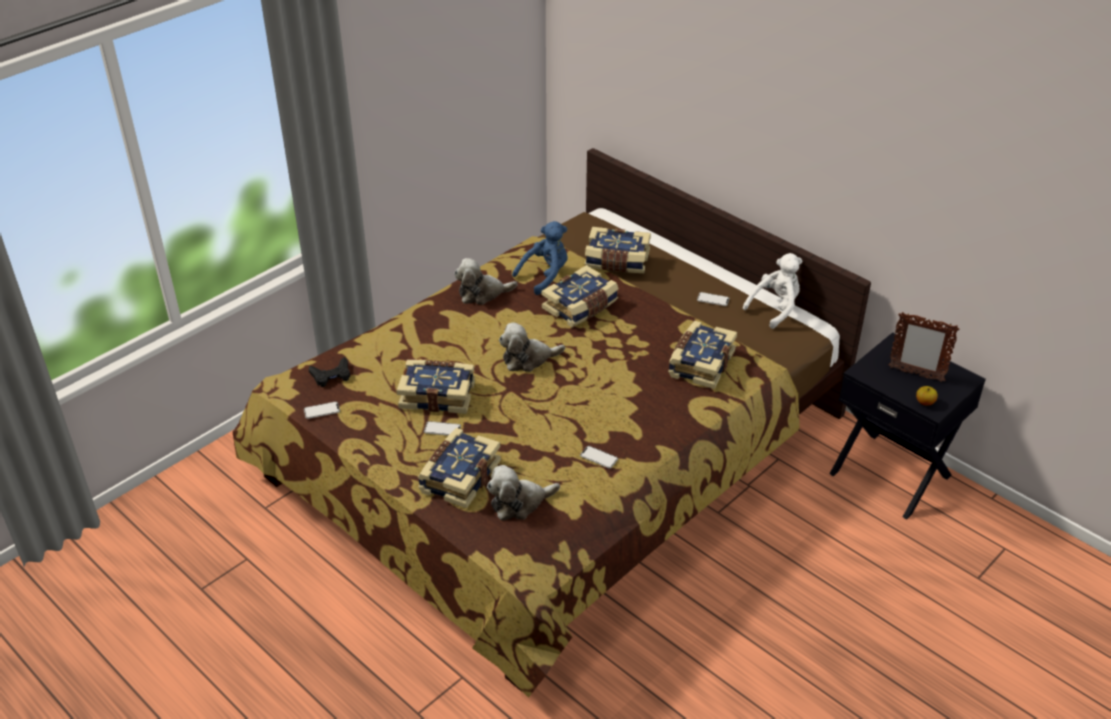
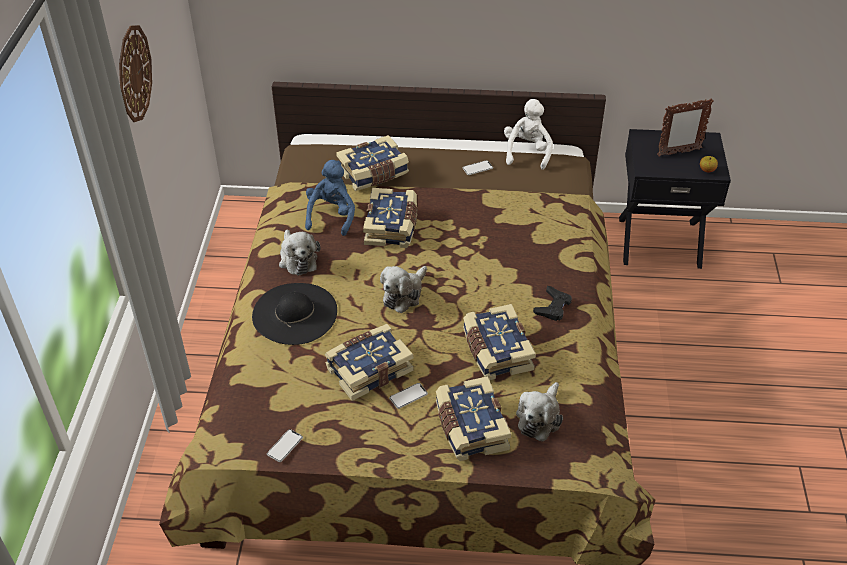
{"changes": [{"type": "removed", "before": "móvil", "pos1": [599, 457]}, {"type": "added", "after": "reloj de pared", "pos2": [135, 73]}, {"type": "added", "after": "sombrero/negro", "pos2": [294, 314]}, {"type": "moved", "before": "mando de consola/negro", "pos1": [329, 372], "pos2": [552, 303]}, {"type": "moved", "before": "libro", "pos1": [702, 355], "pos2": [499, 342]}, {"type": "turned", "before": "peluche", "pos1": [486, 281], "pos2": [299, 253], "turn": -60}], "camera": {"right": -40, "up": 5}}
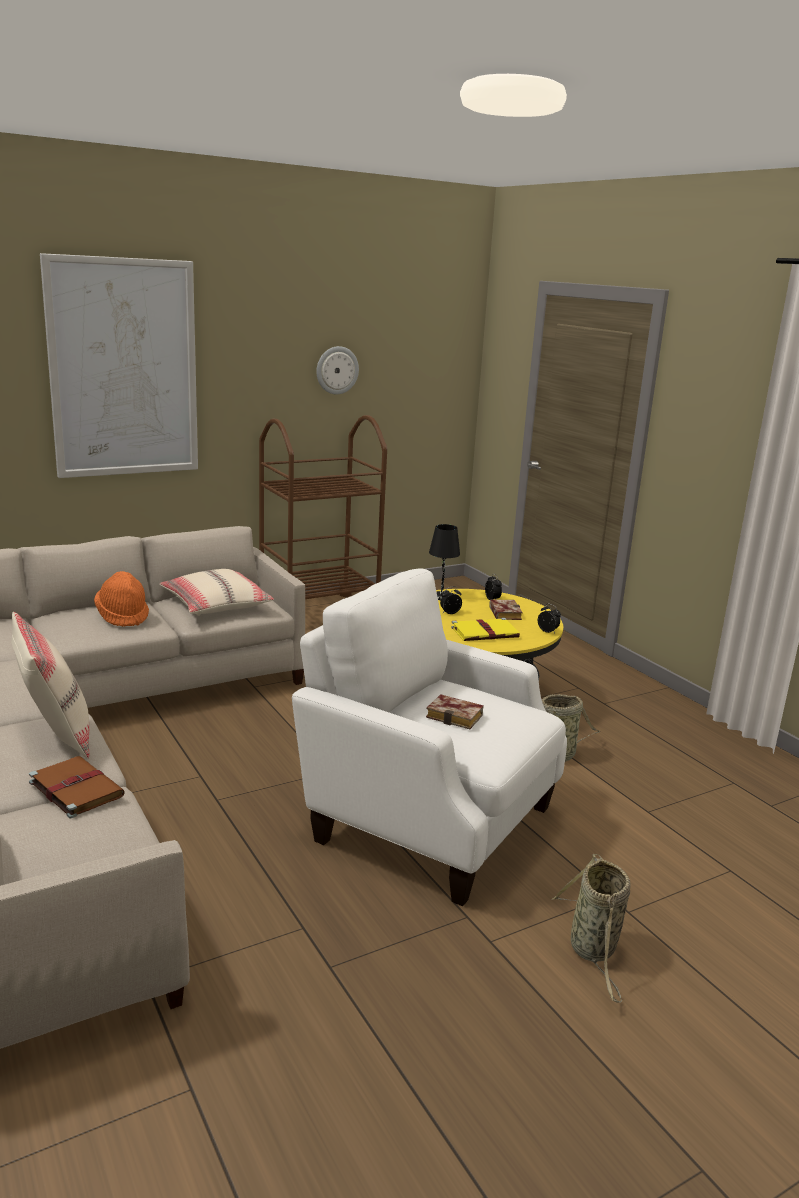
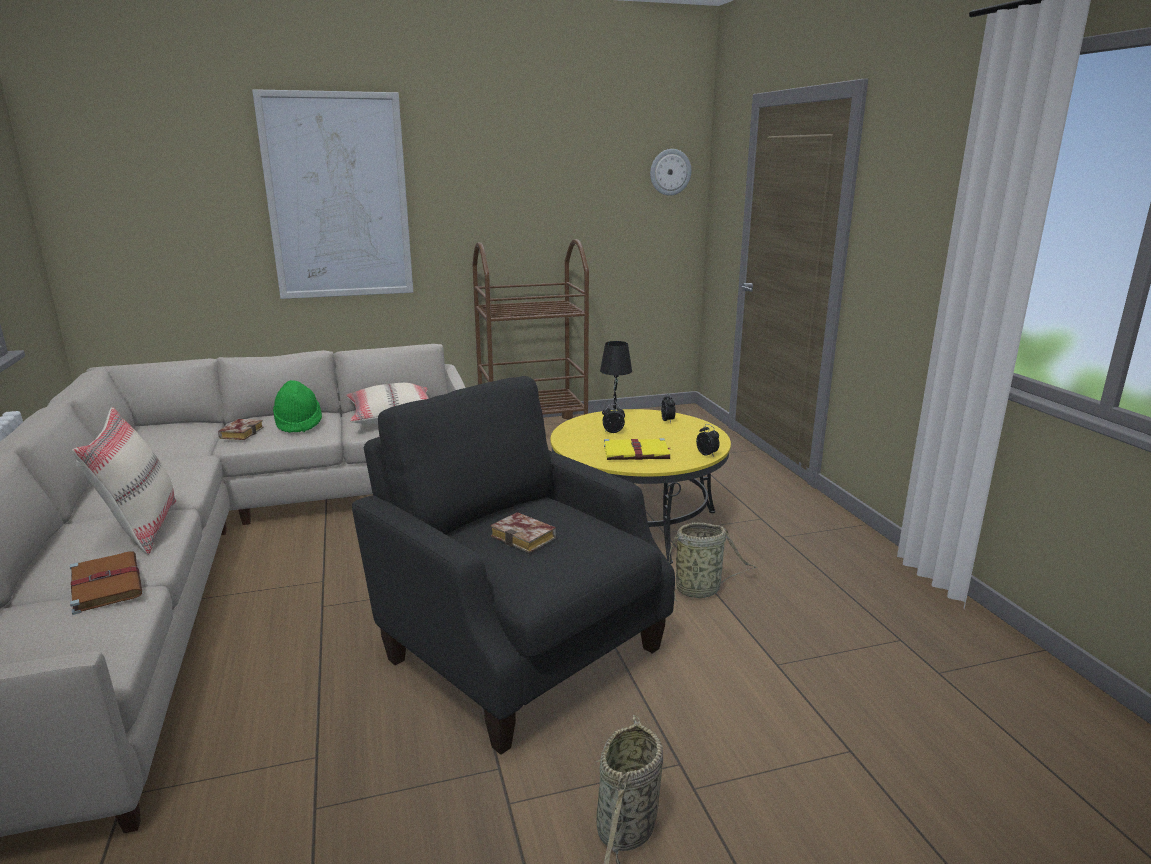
{"changes": [{"type": "moved", "before": "reloj de pared", "pos1": [337, 370], "pos2": [670, 172]}, {"type": "moved", "before": "libro", "pos1": [505, 610], "pos2": [241, 429]}, {"type": "recoloured", "before": "sombrero/naranja", "after": "sombrero/verde", "pos1": [121, 599], "pos2": [297, 406]}, {"type": "recoloured", "before": "sillón/blanco", "after": "sillón/negro", "pos1": [429, 737], "pos2": [513, 565]}], "camera": {"right": 15, "up": 0}}
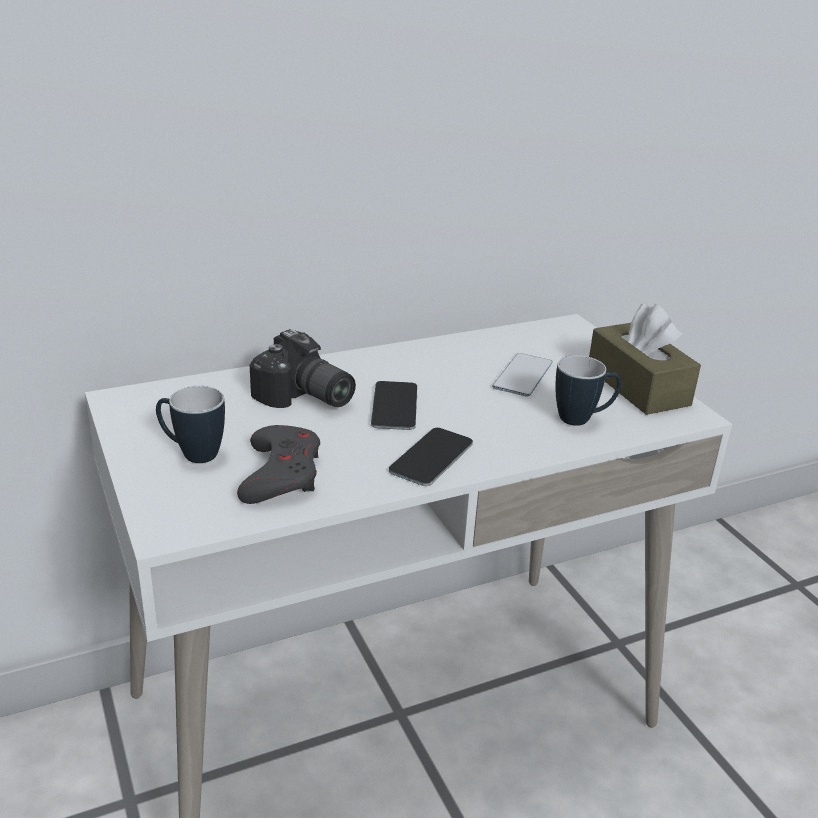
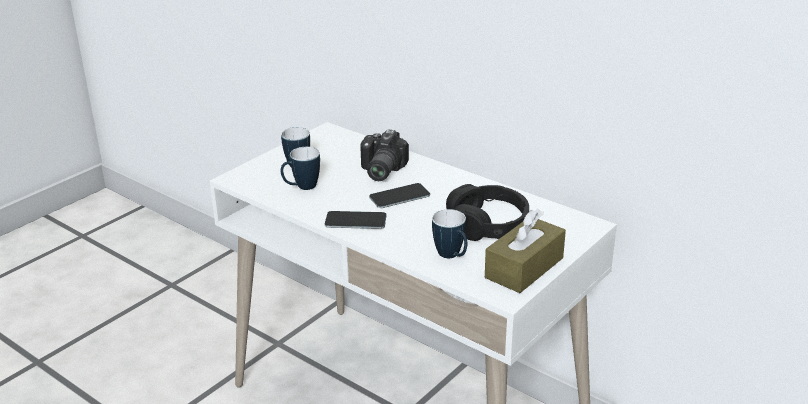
{"changes": [{"type": "replaced", "before": "mando de consola/gris", "after": "taza grande", "pos1": [278, 464], "pos2": [300, 168]}, {"type": "replaced", "before": "móvil", "after": "auriculares/negro", "pos1": [522, 374], "pos2": [487, 212]}], "camera": {"right": 65, "up": 0}}
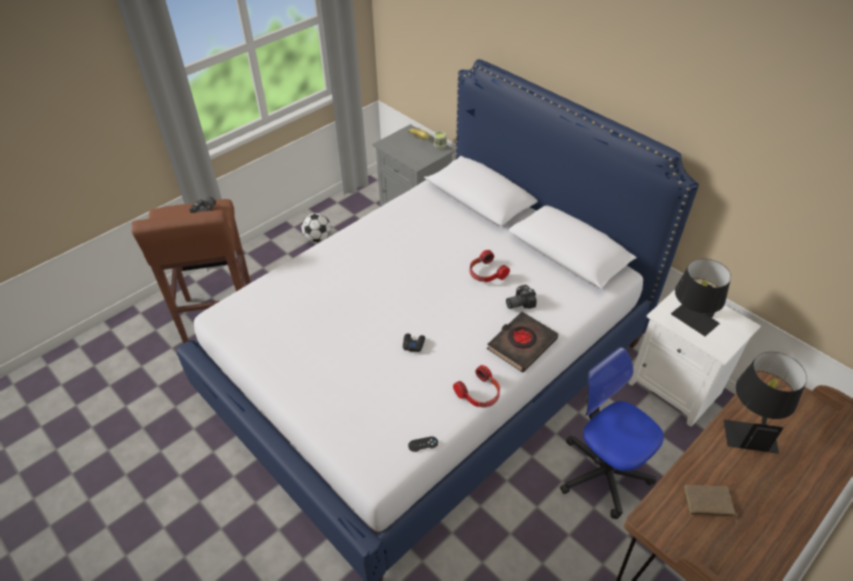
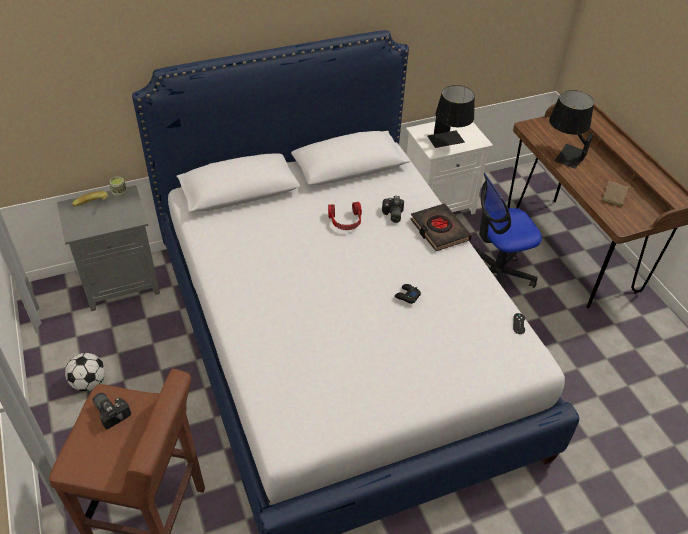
{"changes": [{"type": "removed", "before": "auriculares", "pos1": [476, 386]}], "camera": {"right": -70, "up": 0}}
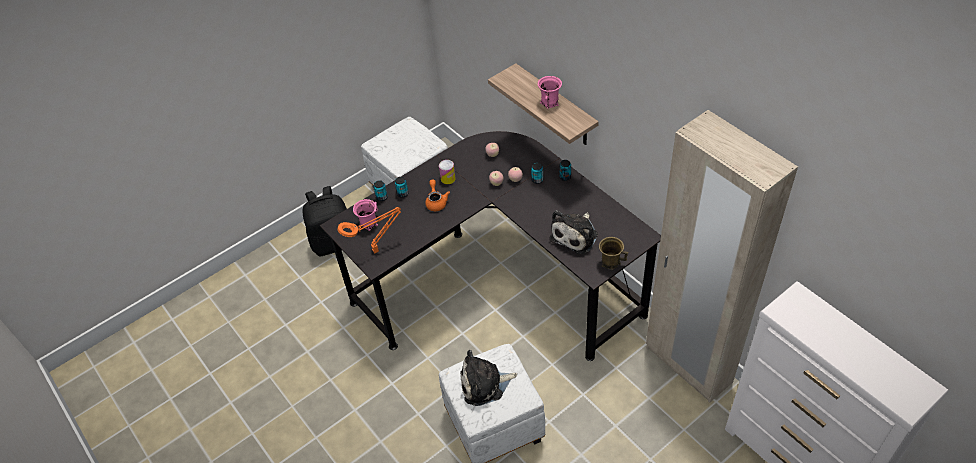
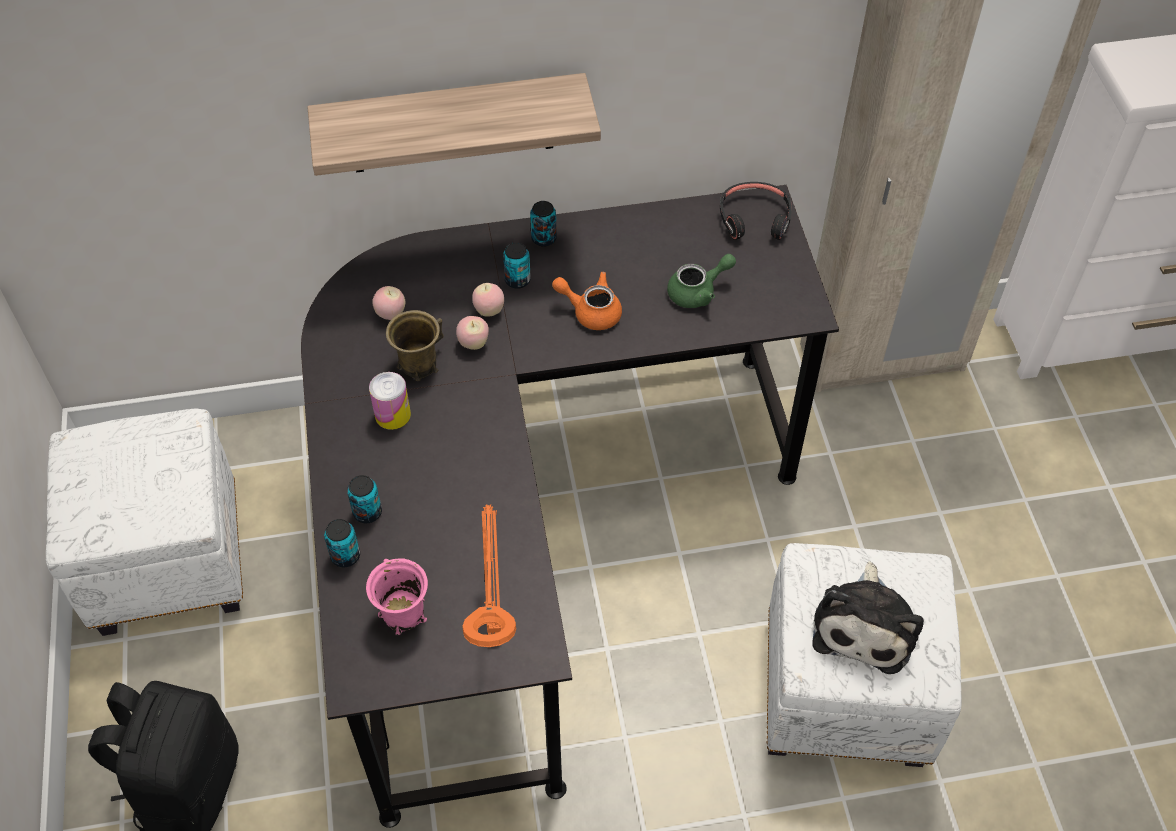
{"changes": [{"type": "removed", "before": "taza grande/rosa", "pos1": [550, 92]}, {"type": "added", "after": "auriculares/negro", "pos2": [756, 211]}, {"type": "moved", "before": "tetera/naranja", "pos1": [437, 195], "pos2": [587, 301]}, {"type": "moved", "before": "taza grande/marrón", "pos1": [613, 253], "pos2": [415, 345]}, {"type": "replaced", "before": "peluche", "after": "tetera/verde", "pos1": [573, 232], "pos2": [701, 281]}], "camera": {"right": -65, "up": 5}}
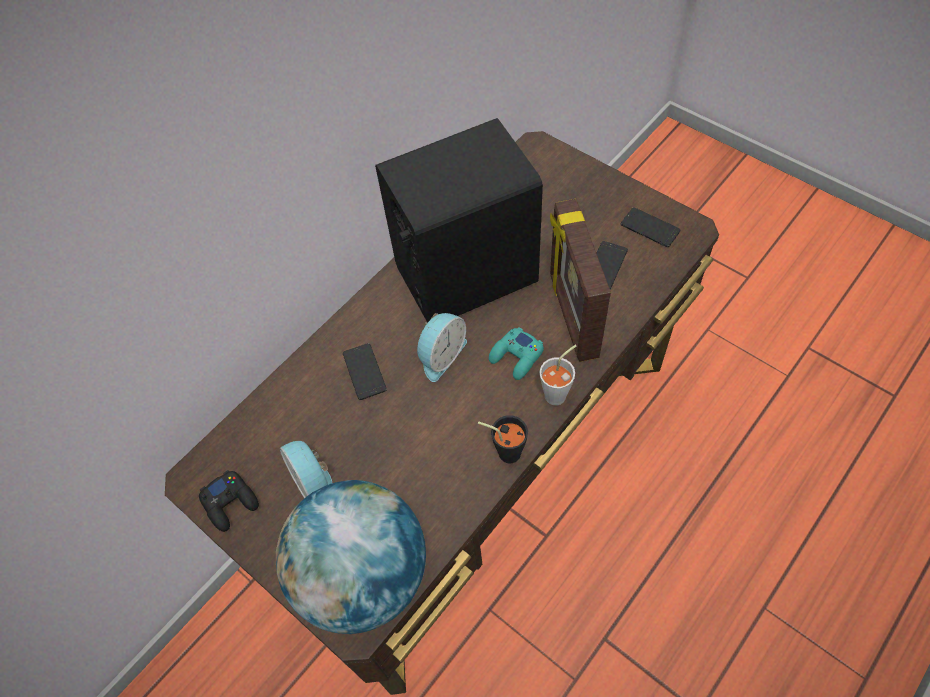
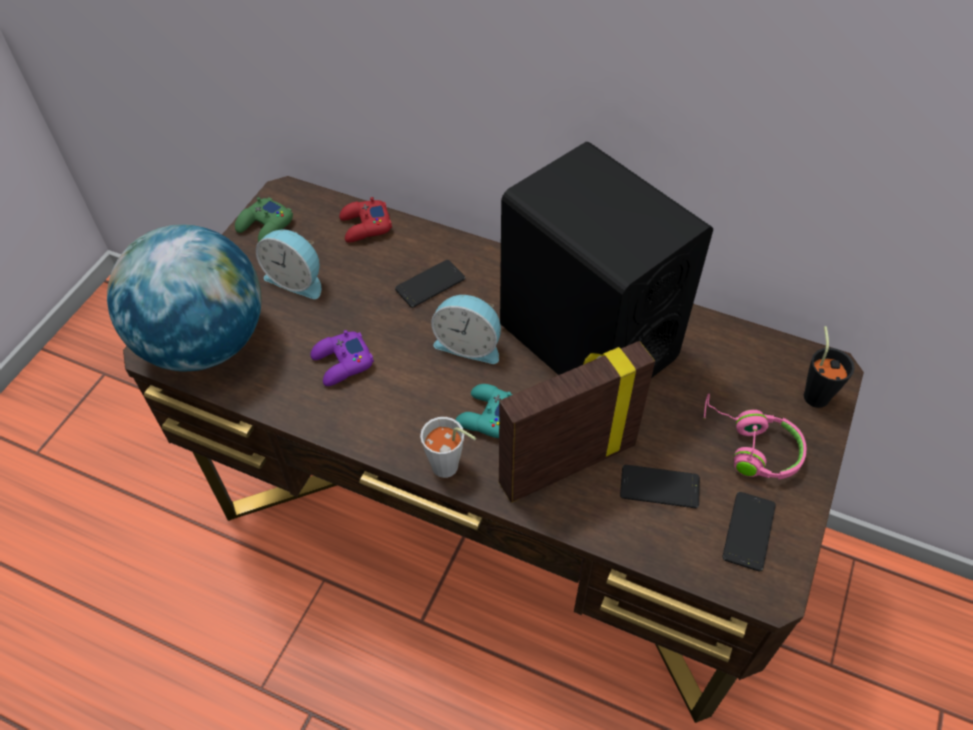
{"changes": [{"type": "added", "after": "mando de consola/morado", "pos2": [342, 358]}, {"type": "added", "after": "mando de consola/rojo", "pos2": [365, 220]}, {"type": "added", "after": "auriculares/rosa", "pos2": [755, 436]}, {"type": "moved", "before": "taza/negro", "pos1": [503, 439], "pos2": [829, 367]}, {"type": "recoloured", "before": "mando de consola/negro", "after": "mando de consola/verde", "pos1": [229, 501], "pos2": [264, 219]}, {"type": "turned", "before": "despertador", "pos1": [306, 469], "pos2": [288, 264], "turn": -105}], "camera": {"right": 70, "up": -5}}
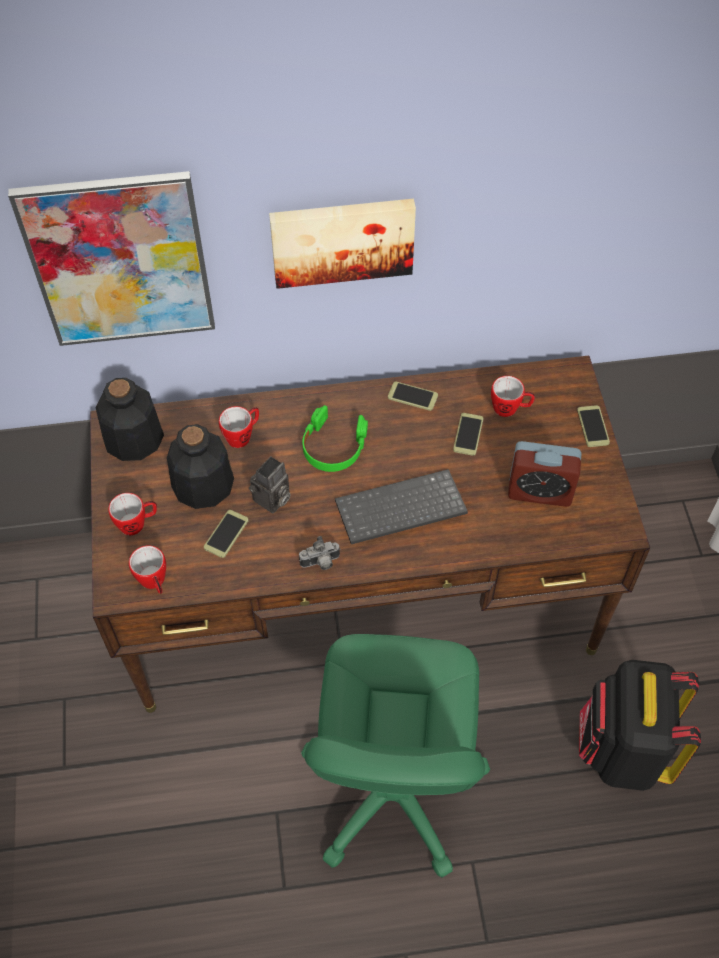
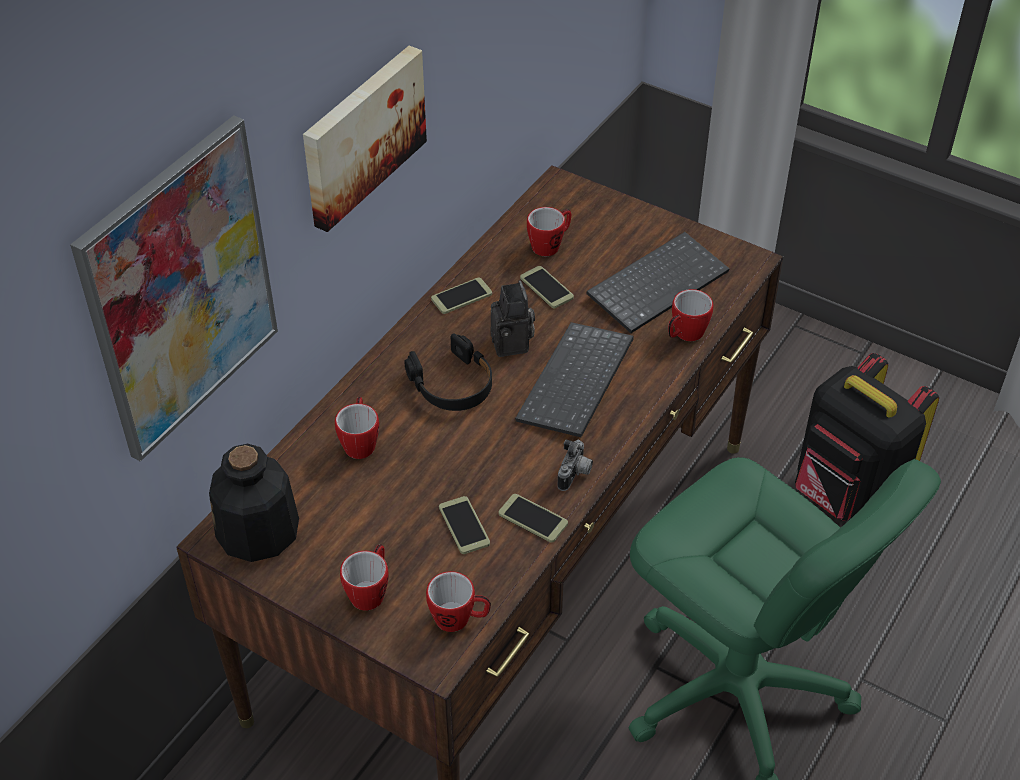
{"changes": [{"type": "removed", "before": "botella", "pos1": [200, 466]}, {"type": "added", "after": "taza grande", "pos2": [690, 315]}, {"type": "moved", "before": "cámara", "pos1": [269, 484], "pos2": [513, 319]}, {"type": "moved", "before": "móvil", "pos1": [593, 426], "pos2": [533, 518]}, {"type": "replaced", "before": "despertador", "after": "teclado", "pos1": [545, 474], "pos2": [658, 282]}, {"type": "recoloured", "before": "auriculares/verde", "after": "auriculares/negro", "pos1": [335, 438], "pos2": [448, 372]}], "camera": {"right": -50, "up": -10}}
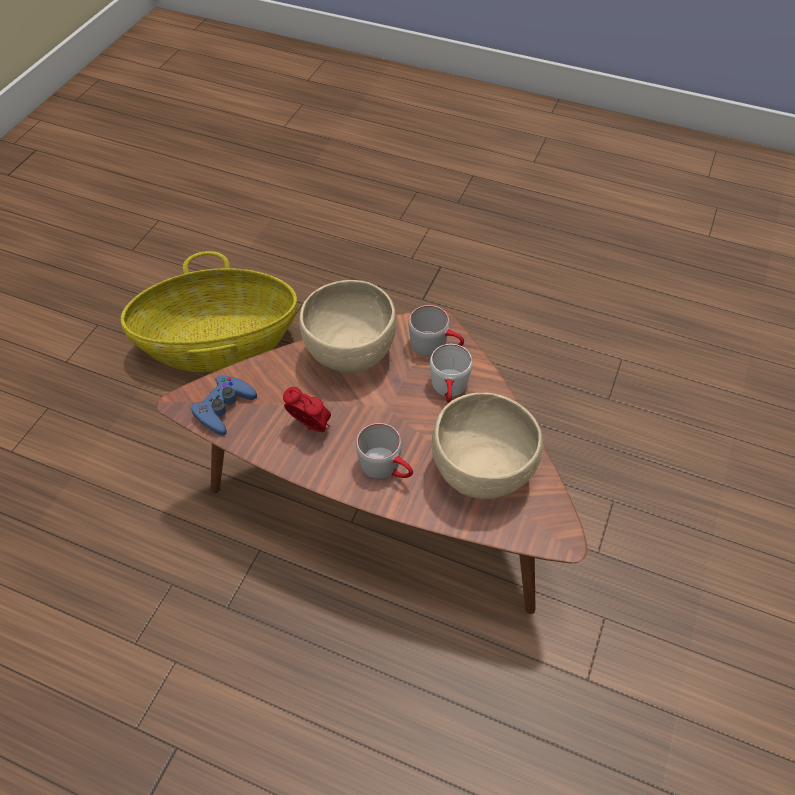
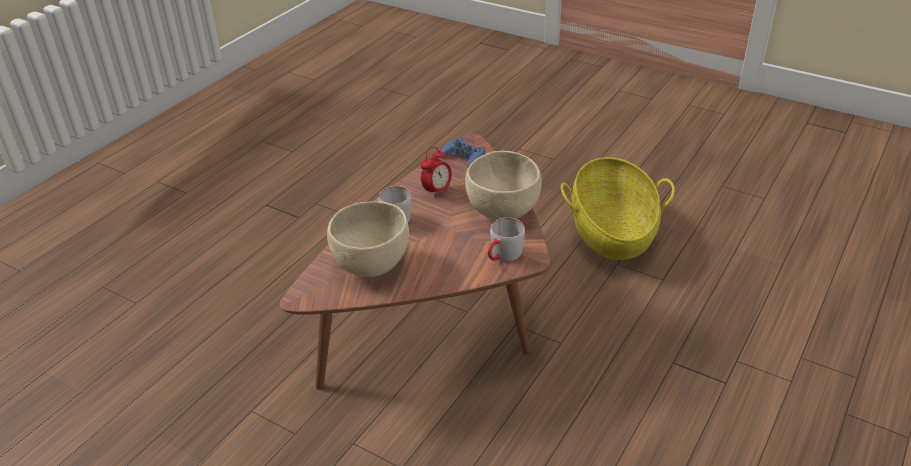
{"changes": [{"type": "removed", "before": "taza grande/blanco", "pos1": [451, 373]}], "camera": {"right": 100, "up": -15}}
